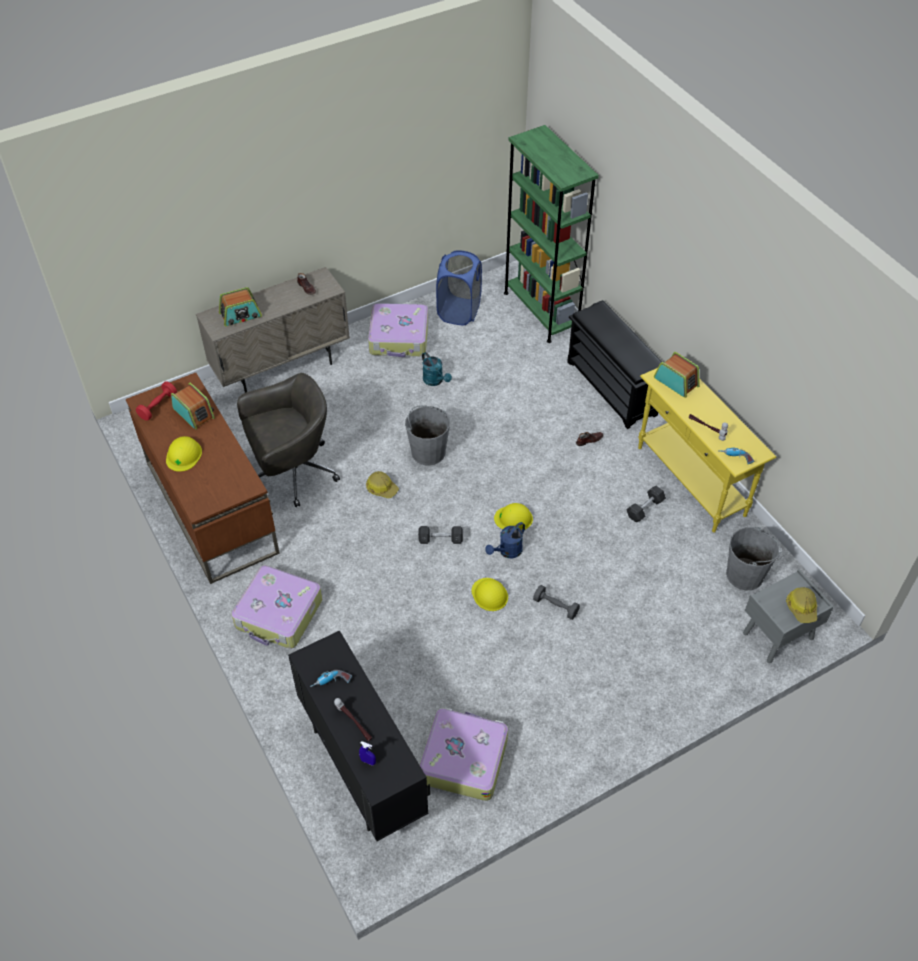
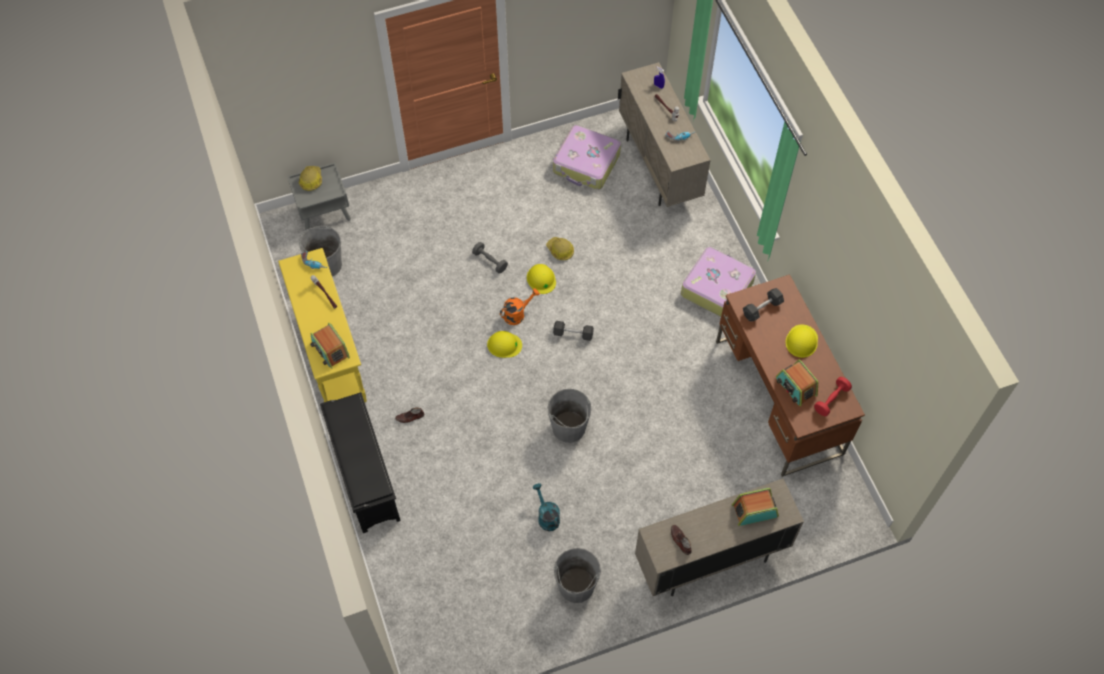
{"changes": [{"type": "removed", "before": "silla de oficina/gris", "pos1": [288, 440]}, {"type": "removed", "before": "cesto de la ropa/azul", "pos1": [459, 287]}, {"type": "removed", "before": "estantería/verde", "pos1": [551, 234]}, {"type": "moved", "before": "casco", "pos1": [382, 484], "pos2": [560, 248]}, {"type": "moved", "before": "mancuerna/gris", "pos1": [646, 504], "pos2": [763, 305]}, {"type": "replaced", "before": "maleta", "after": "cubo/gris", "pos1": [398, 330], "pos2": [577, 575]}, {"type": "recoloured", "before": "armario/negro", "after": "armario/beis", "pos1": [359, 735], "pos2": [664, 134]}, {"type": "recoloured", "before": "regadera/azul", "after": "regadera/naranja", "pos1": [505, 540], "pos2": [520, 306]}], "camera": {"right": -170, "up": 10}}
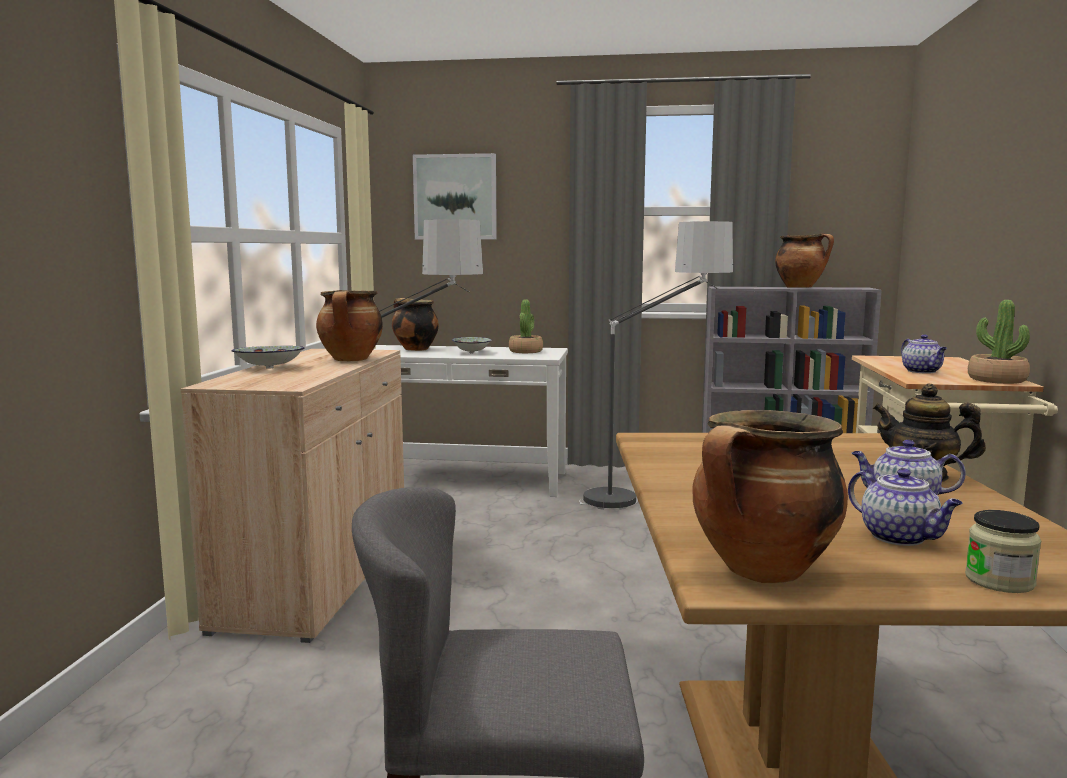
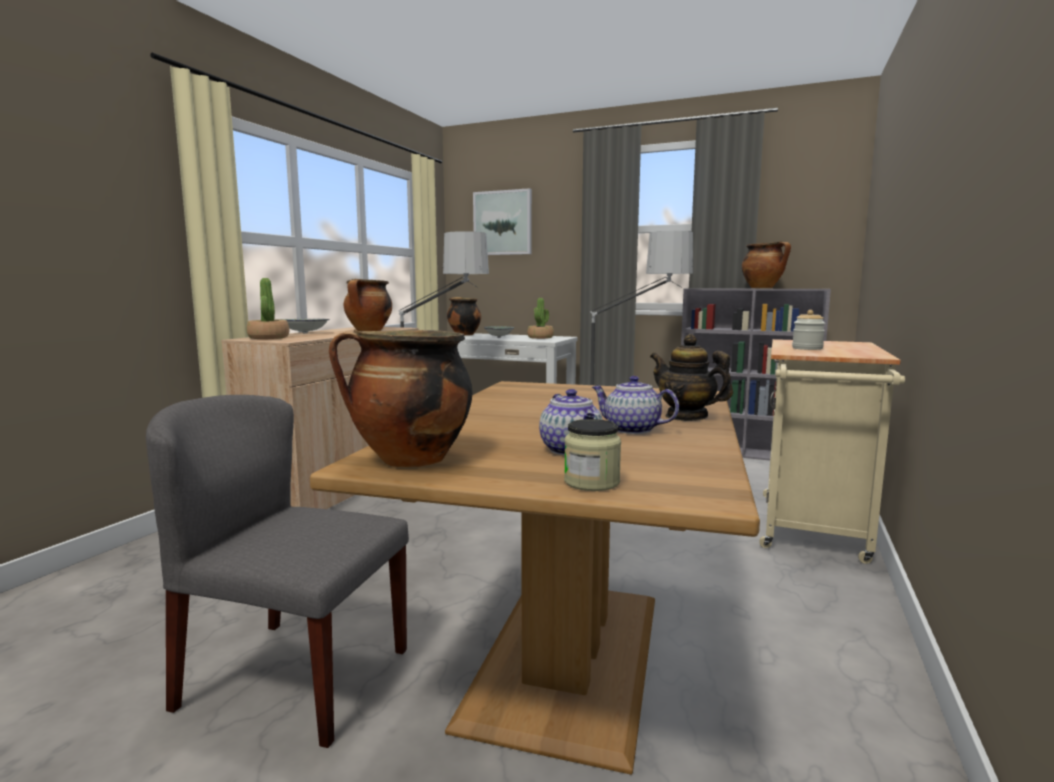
{"changes": [{"type": "moved", "before": "planta en maceta", "pos1": [999, 342], "pos2": [268, 308]}, {"type": "replaced", "before": "tetera", "after": "tarro", "pos1": [924, 354], "pos2": [809, 330]}], "camera": {"right": 15, "up": 0}}
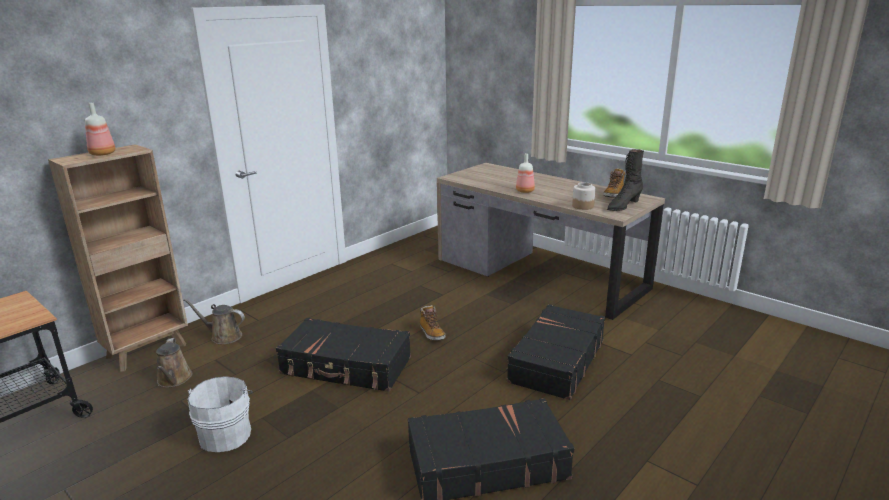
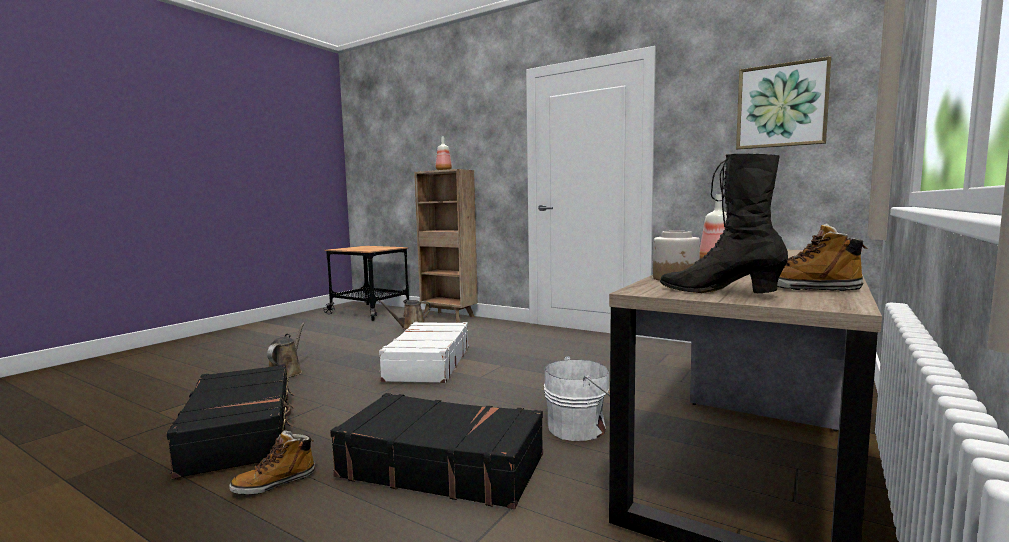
{"changes": [{"type": "added", "after": "cuadro", "pos2": [783, 103]}, {"type": "moved", "before": "regadera/marrón", "pos1": [214, 321], "pos2": [286, 350]}, {"type": "moved", "before": "cubo/blanco", "pos1": [220, 414], "pos2": [577, 398]}, {"type": "moved", "before": "bota", "pos1": [433, 322], "pos2": [272, 463]}, {"type": "recoloured", "before": "maleta/negro", "after": "maleta/blanco", "pos1": [343, 355], "pos2": [424, 352]}], "camera": {"right": 80, "up": -15}}
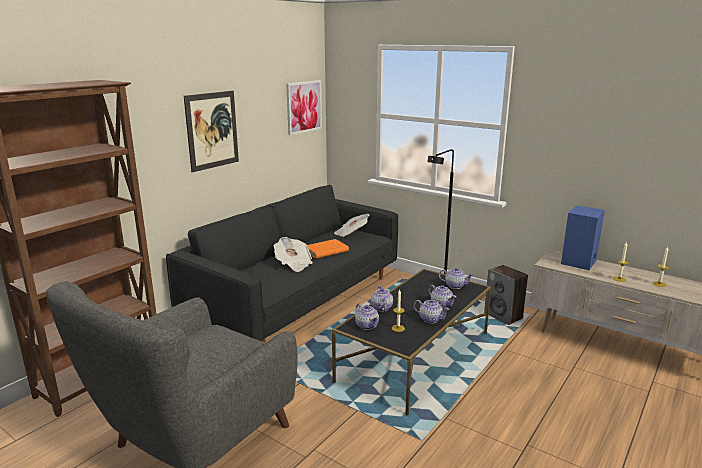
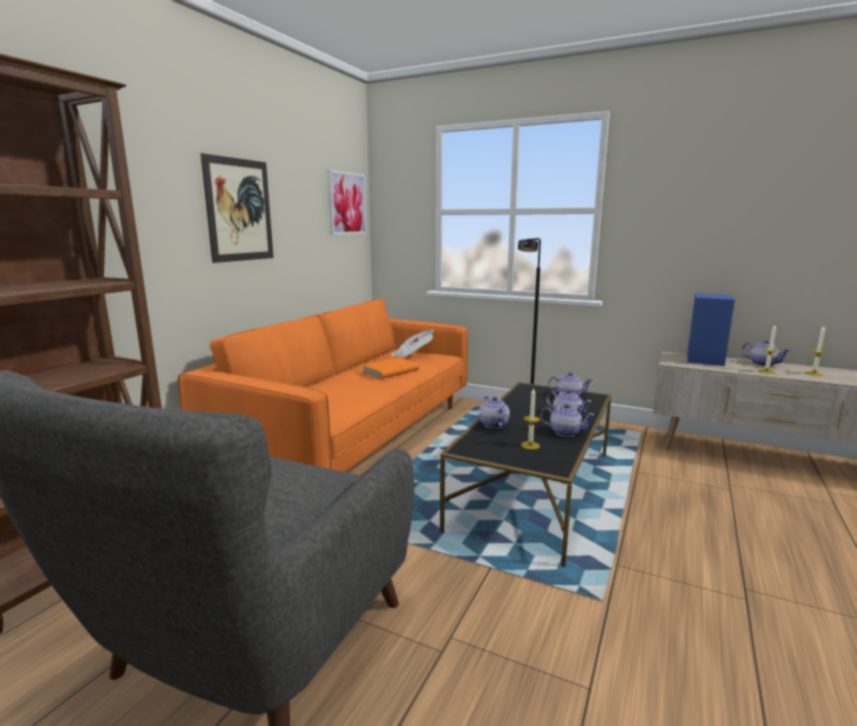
{"changes": [{"type": "removed", "before": "periódico", "pos1": [293, 254]}, {"type": "removed", "before": "altavoz", "pos1": [506, 295]}, {"type": "moved", "before": "tetera", "pos1": [367, 316], "pos2": [766, 353]}, {"type": "recoloured", "before": "sofá/negro", "after": "sofá/naranja", "pos1": [282, 263], "pos2": [323, 385]}], "camera": {"right": -10, "up": -5}}
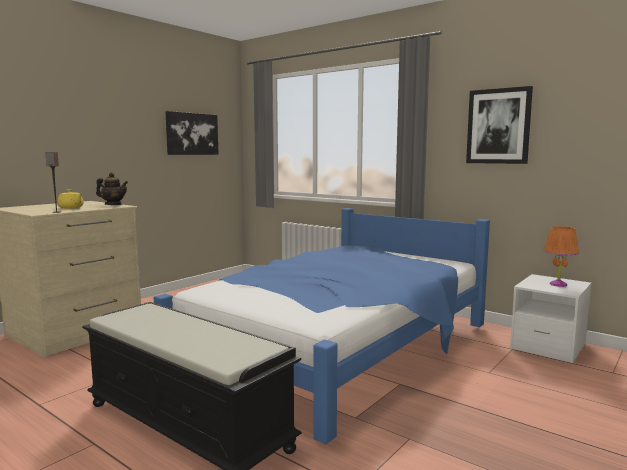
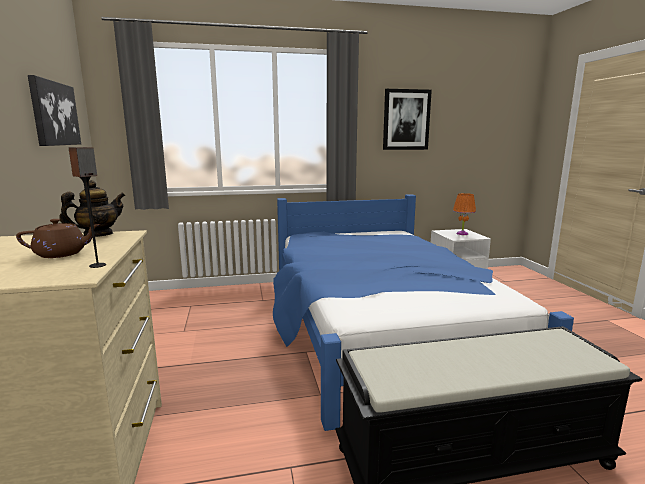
{"changes": [{"type": "recoloured", "before": "tetera/amarillo", "after": "tetera/marrón", "pos1": [70, 199], "pos2": [58, 238]}], "camera": {"right": -50, "up": 5}}
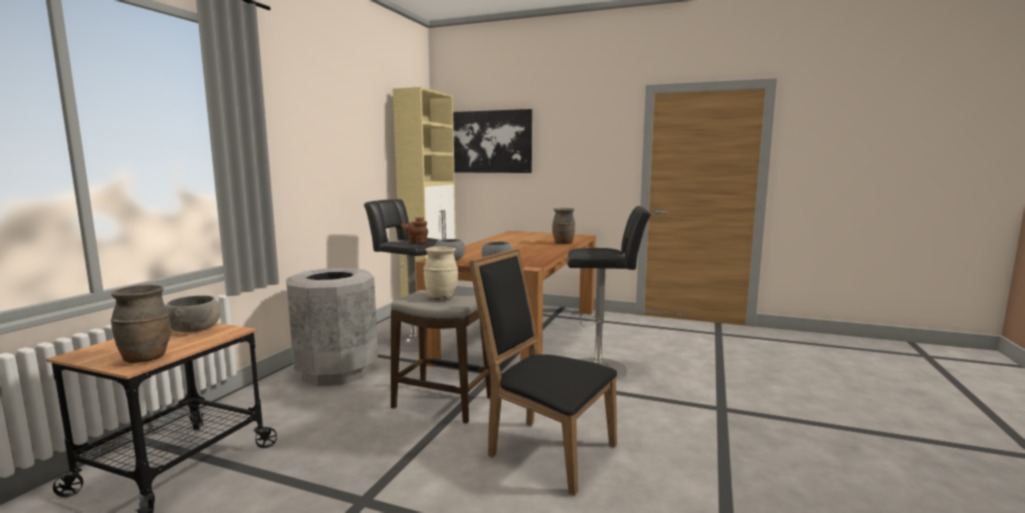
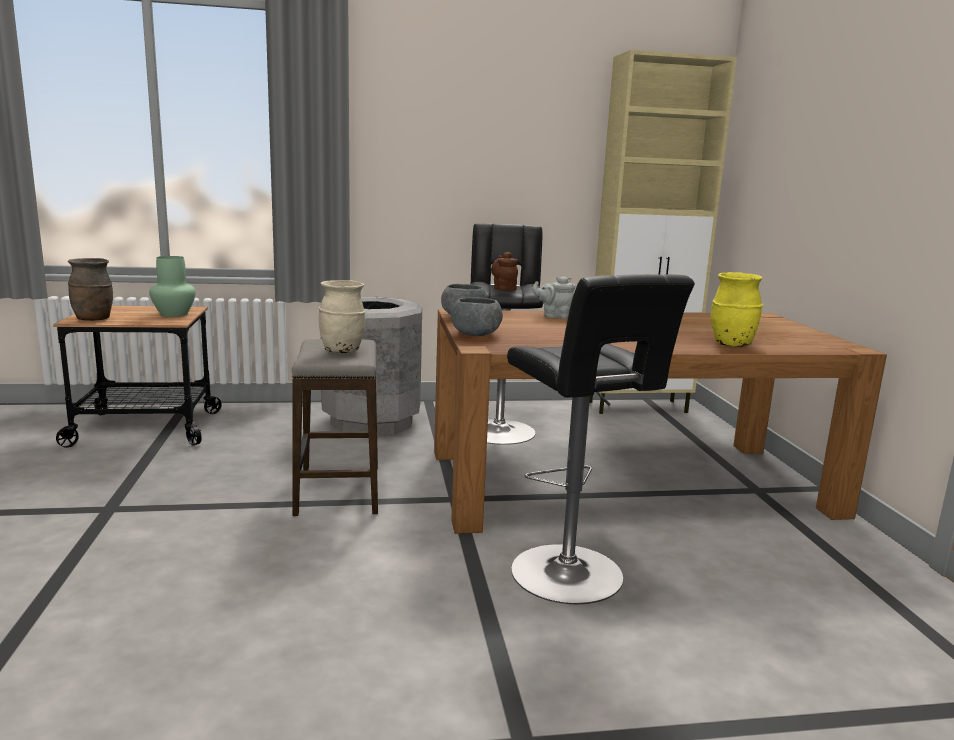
{"changes": [{"type": "removed", "before": "cuadro", "pos1": [492, 141]}, {"type": "removed", "before": "silla/negro", "pos1": [543, 372]}, {"type": "added", "after": "tetera/gris", "pos2": [553, 297]}, {"type": "replaced", "before": "cuenco/gris", "after": "florero/verde", "pos1": [193, 313], "pos2": [172, 286]}, {"type": "recoloured", "before": "florero/marrón", "after": "florero/amarillo", "pos1": [563, 226], "pos2": [737, 309]}], "camera": {"right": 60, "up": 5}}
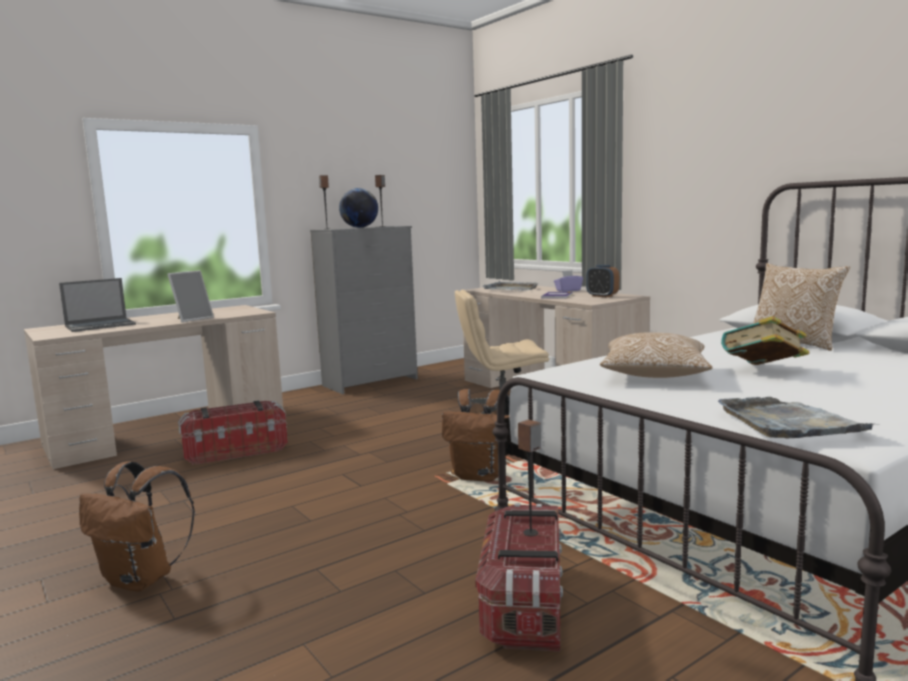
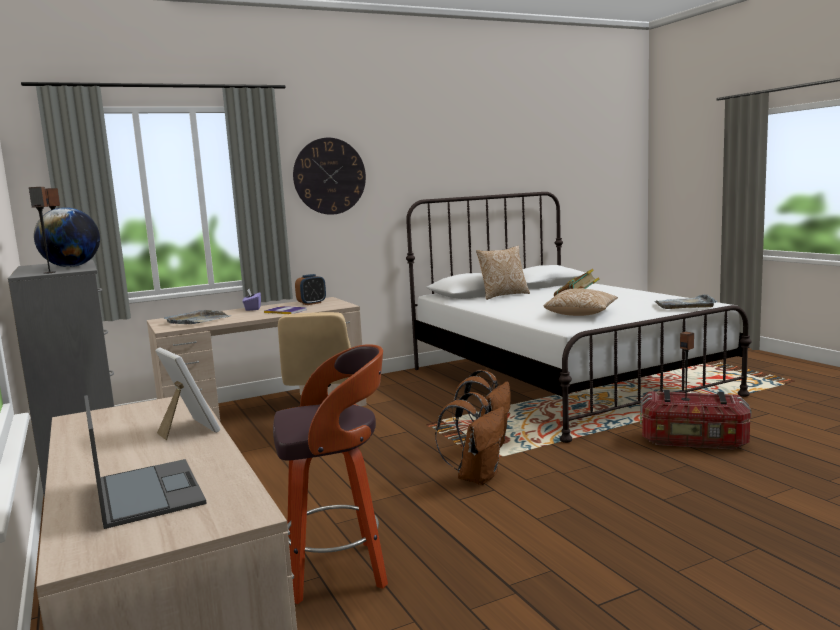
{"changes": [{"type": "added", "after": "reloj de pared", "pos2": [329, 176]}, {"type": "moved", "before": "mochila/marrón", "pos1": [137, 526], "pos2": [469, 438]}, {"type": "replaced", "before": "caja de almacenaje", "after": "taburete", "pos1": [233, 432], "pos2": [330, 474]}], "camera": {"right": -80, "up": 0}}
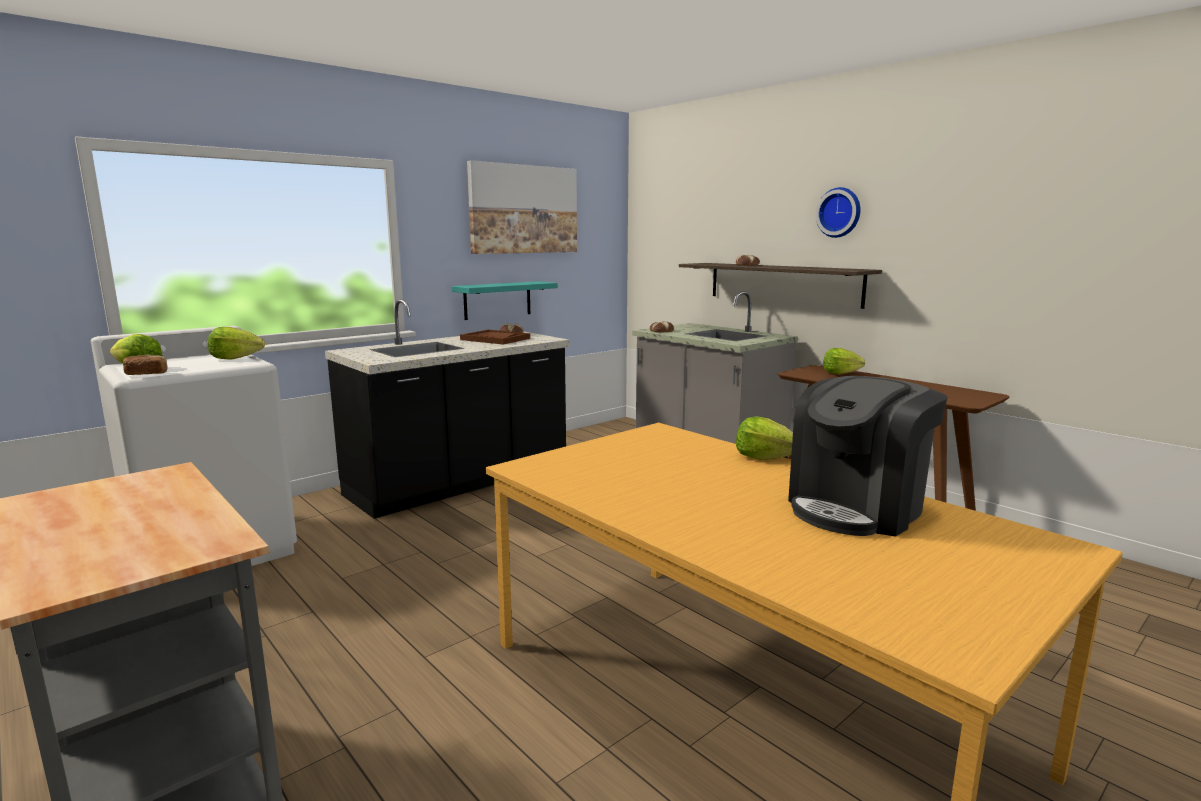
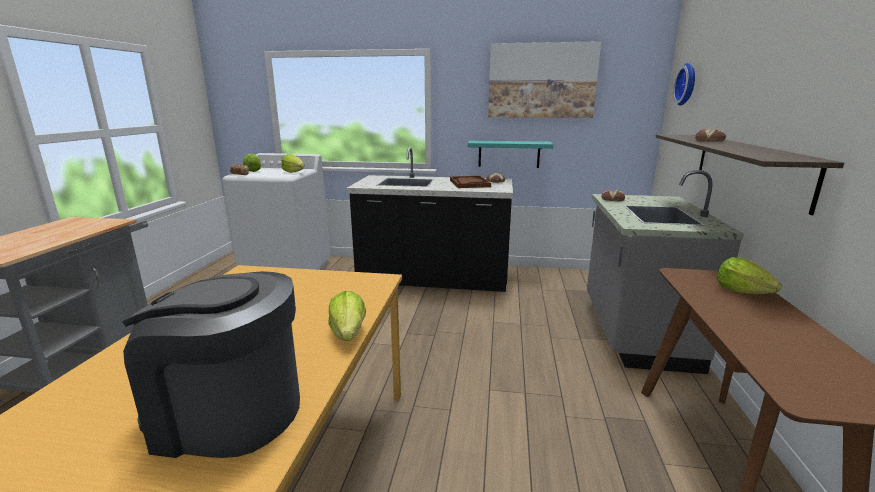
{"changes": [{"type": "moved", "before": "reloj de pared", "pos1": [838, 212], "pos2": [684, 84]}], "camera": {"right": 50, "up": 5}}
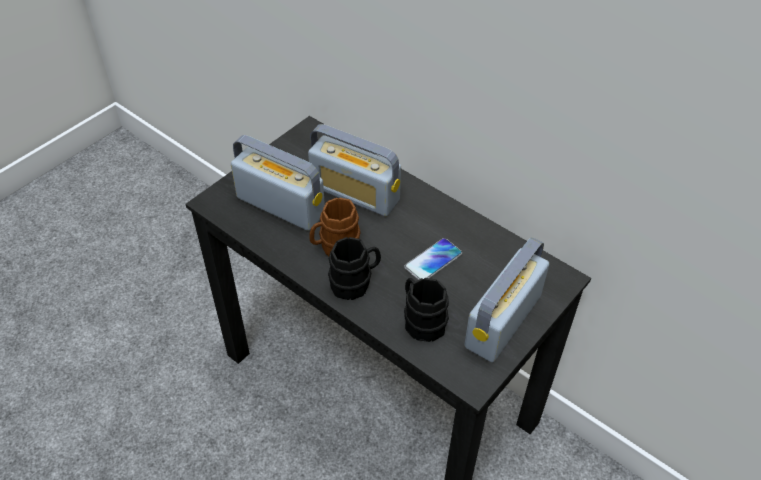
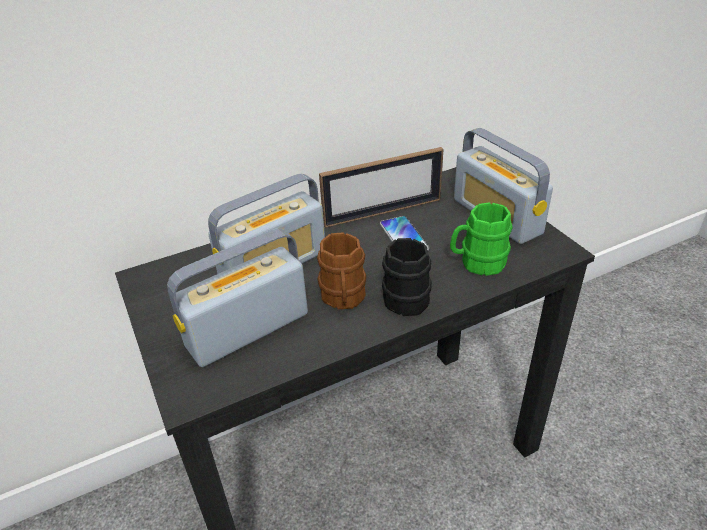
{"changes": [{"type": "added", "after": "portarretratos", "pos2": [381, 187]}, {"type": "recoloured", "before": "taza grande/negro", "after": "taza grande/verde", "pos1": [426, 310], "pos2": [481, 239]}], "camera": {"right": -65, "up": -10}}
